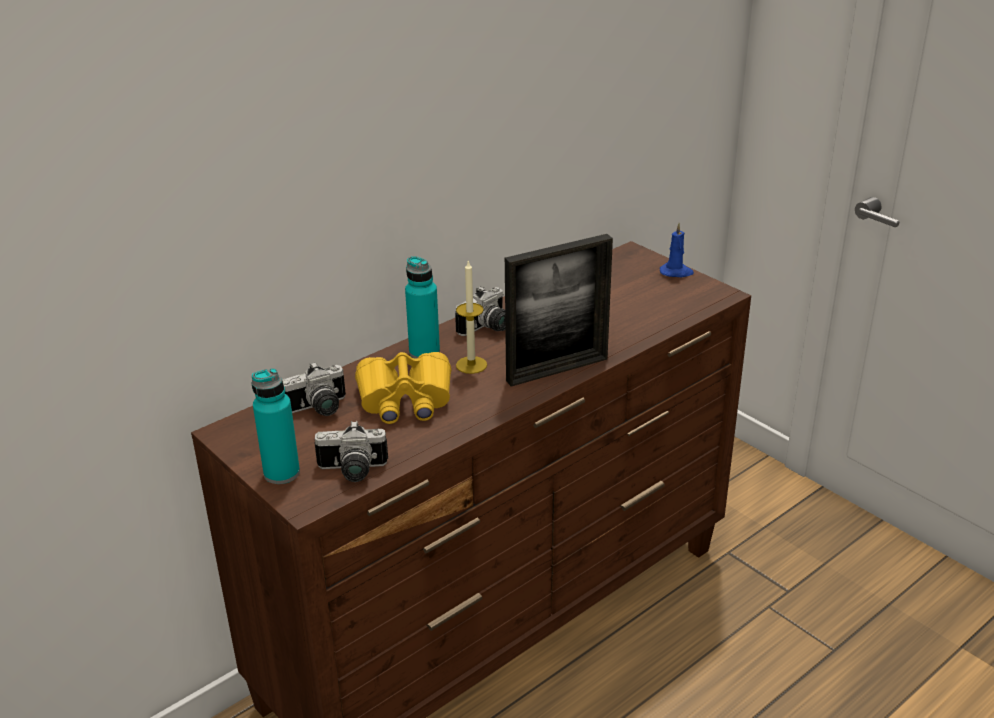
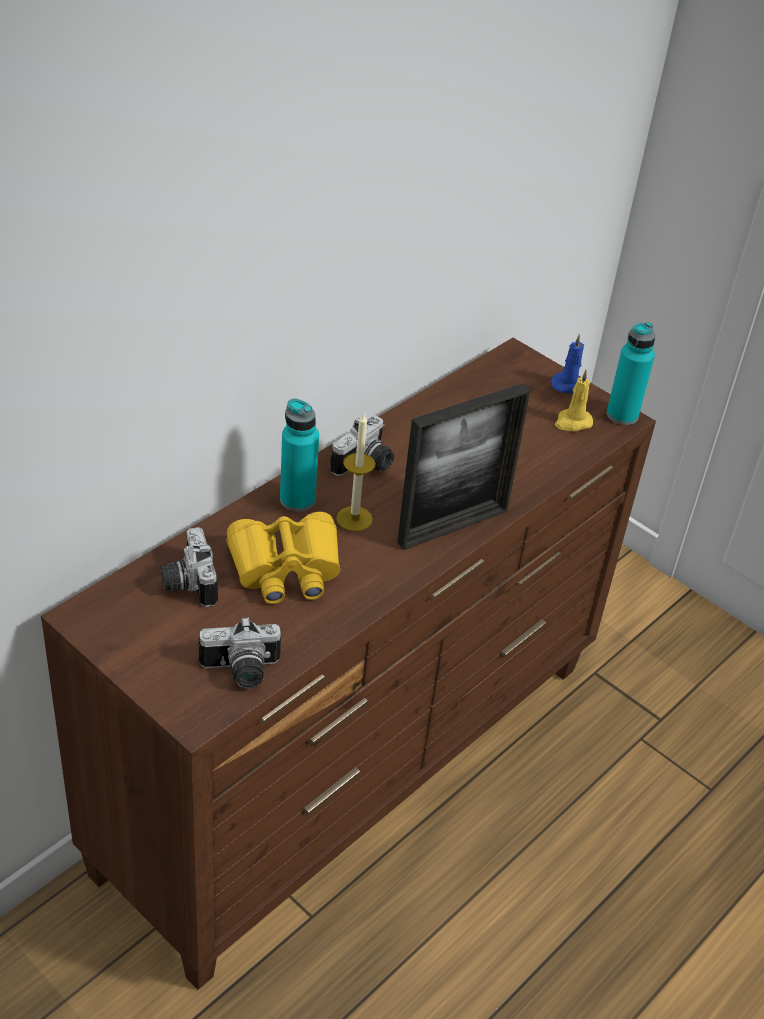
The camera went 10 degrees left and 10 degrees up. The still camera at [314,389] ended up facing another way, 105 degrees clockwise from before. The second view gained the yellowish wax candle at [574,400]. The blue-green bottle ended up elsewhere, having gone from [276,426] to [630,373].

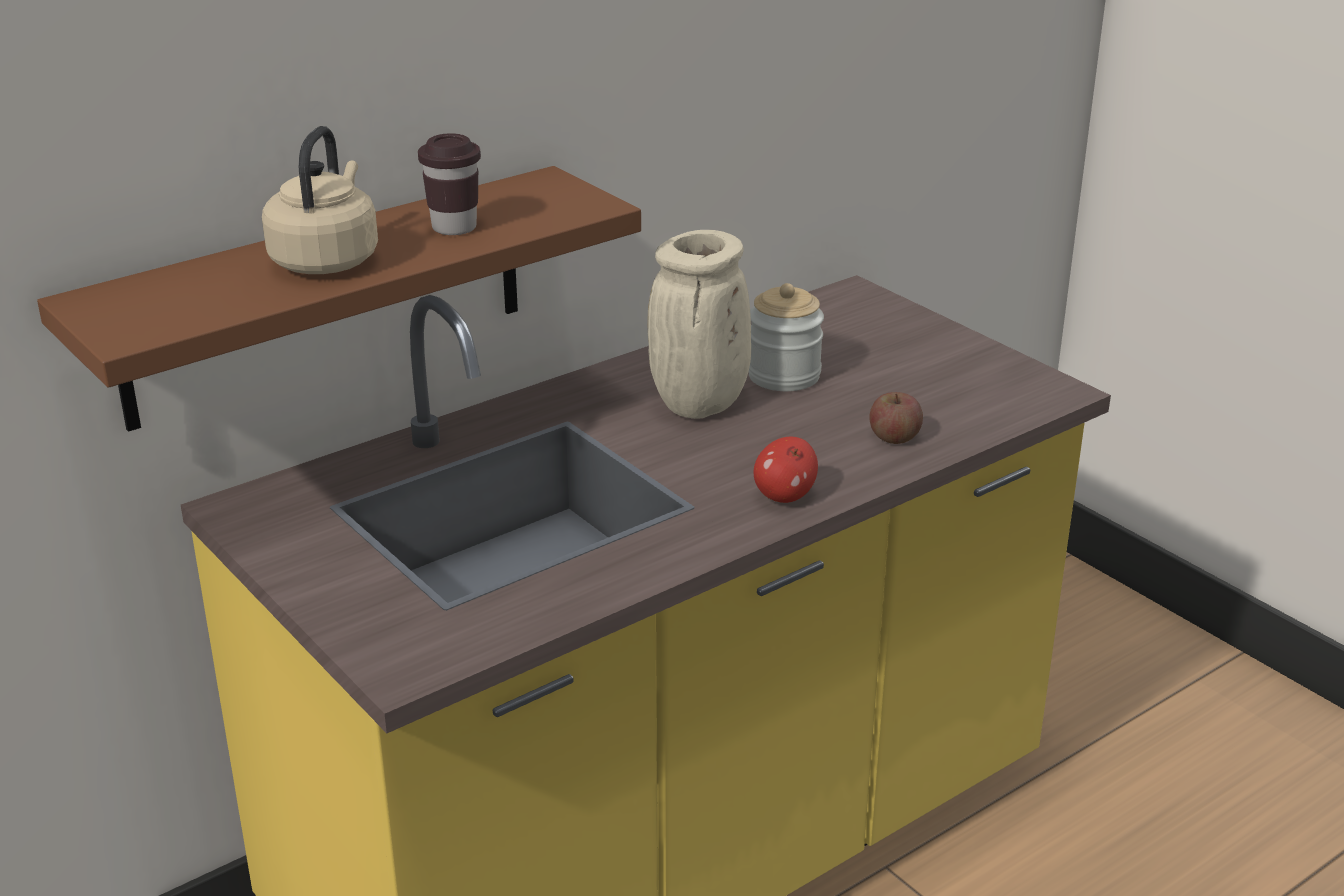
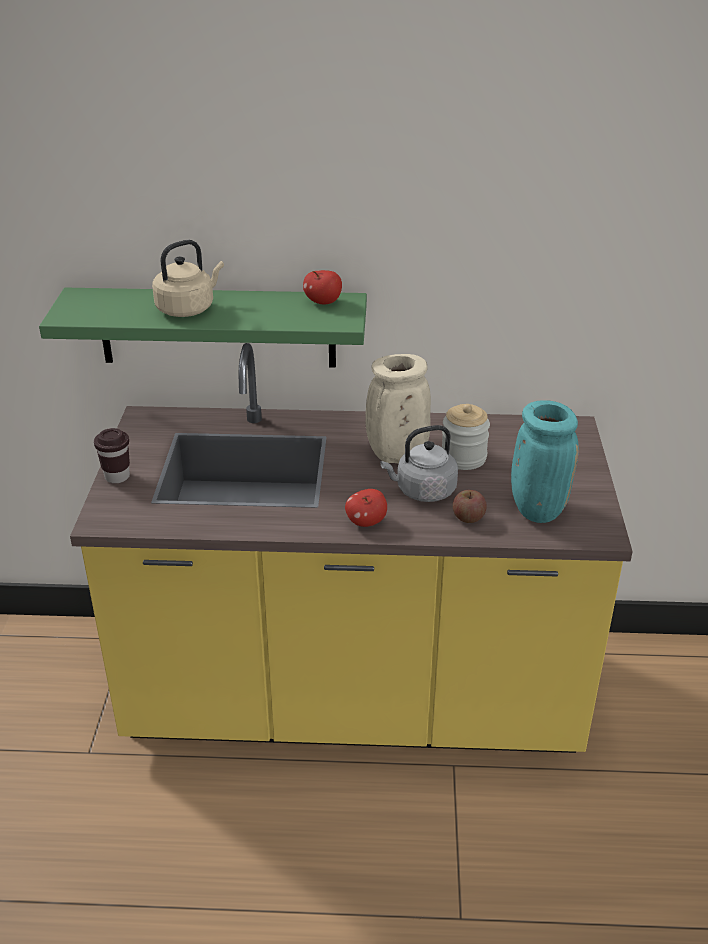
The camera went 40 degrees right and 5 degrees up. What was the brown bracket shelf at [339,299] turned into the greenish bracket shelf at [203,328]. The brown cup ended up elsewhere, having gone from [449,184] to [112,455]. The second view gained the apple at [322,287]. The second view gained the gray water kettle at [419,463]. The second view gained the blue-green vase at [545,461].

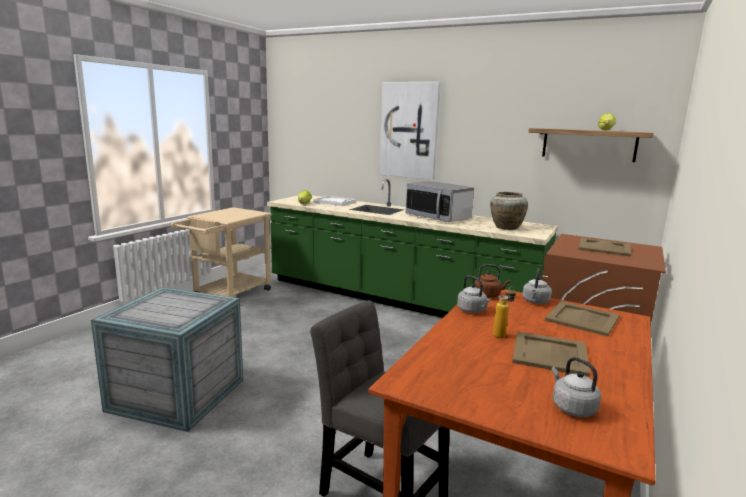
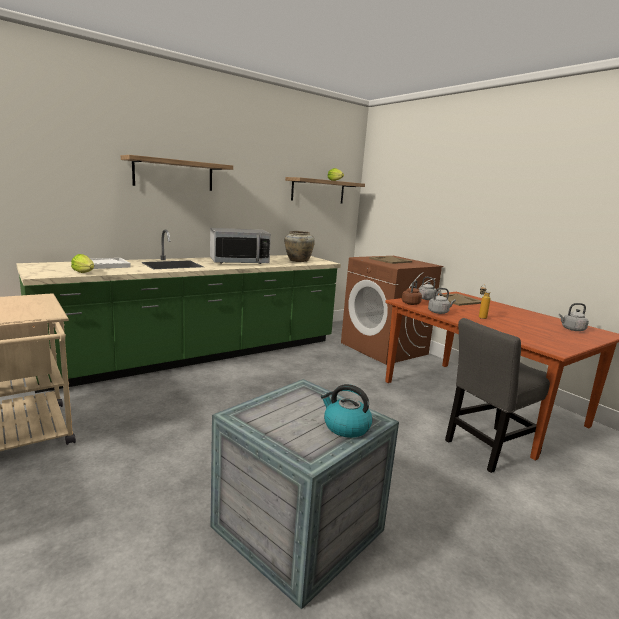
The camera went 65 degrees left and 0 degrees up. Where the wall art hung at [410,131], the bracket shelf came to hang at [177,173]. The second view gained the water kettle at [347,411]. The second view lost the sand-coloured carrying tray at [551,354].

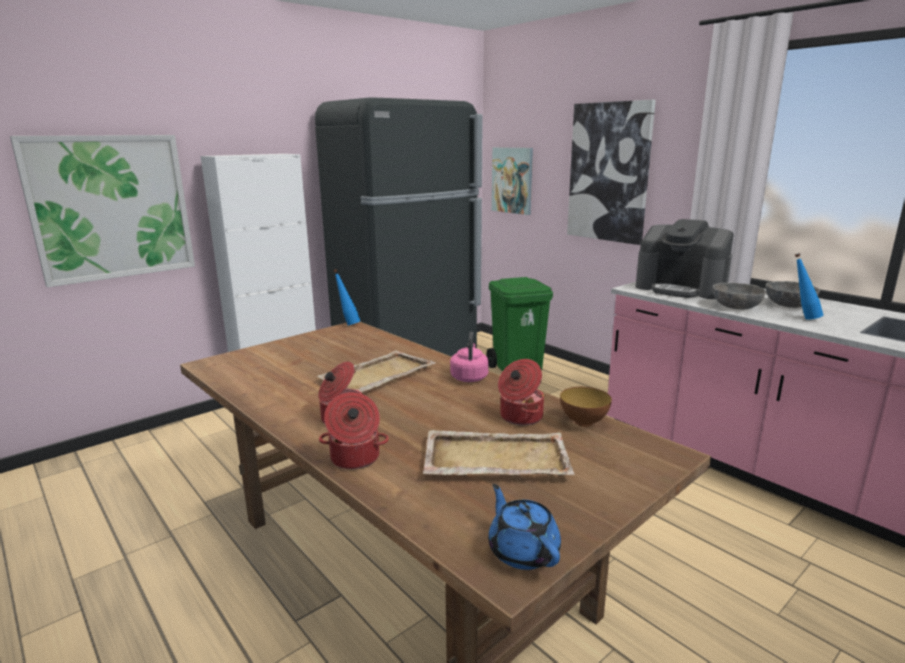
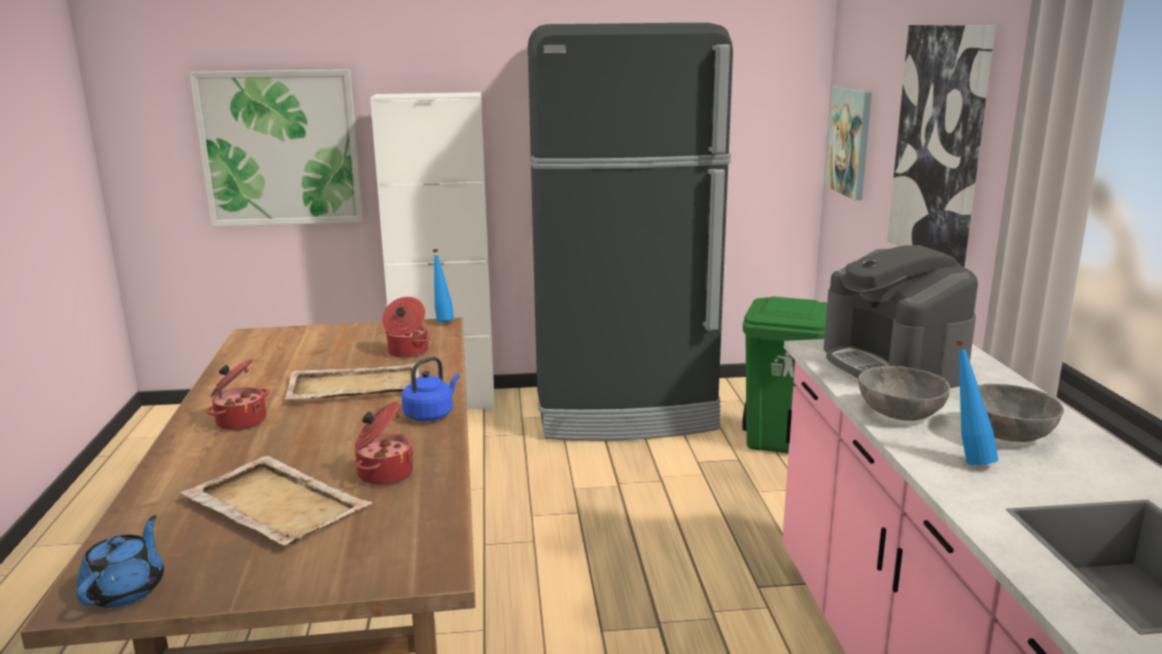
The camera went 35 degrees right and 0 degrees up. The cooking pot ended up elsewhere, having gone from [354,430] to [406,327]. What was the pink-coloured water kettle at [469,357] turned into the bluish water kettle at [430,389]. The second view lost the deep dish at [586,407].

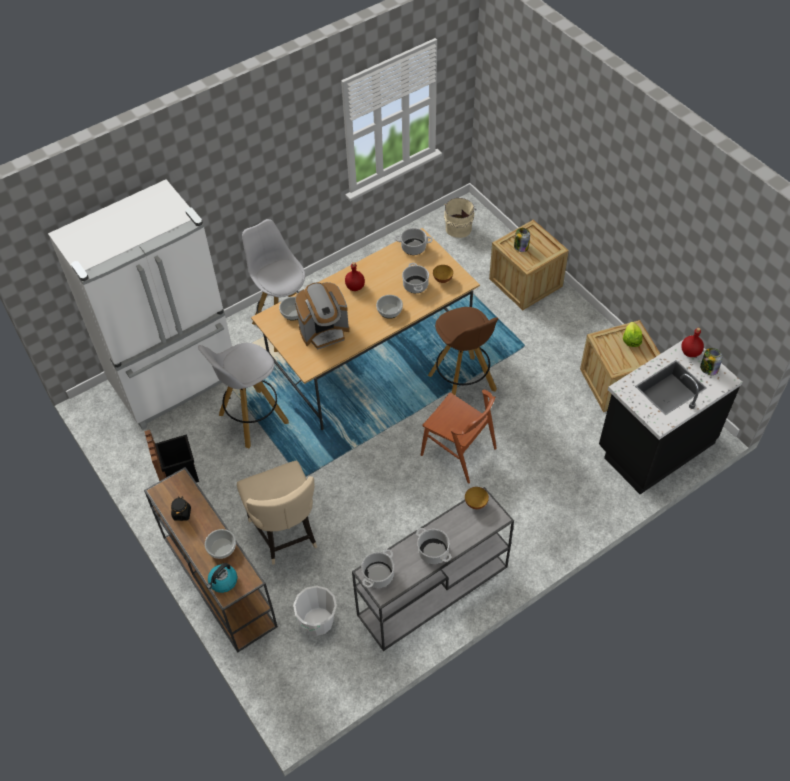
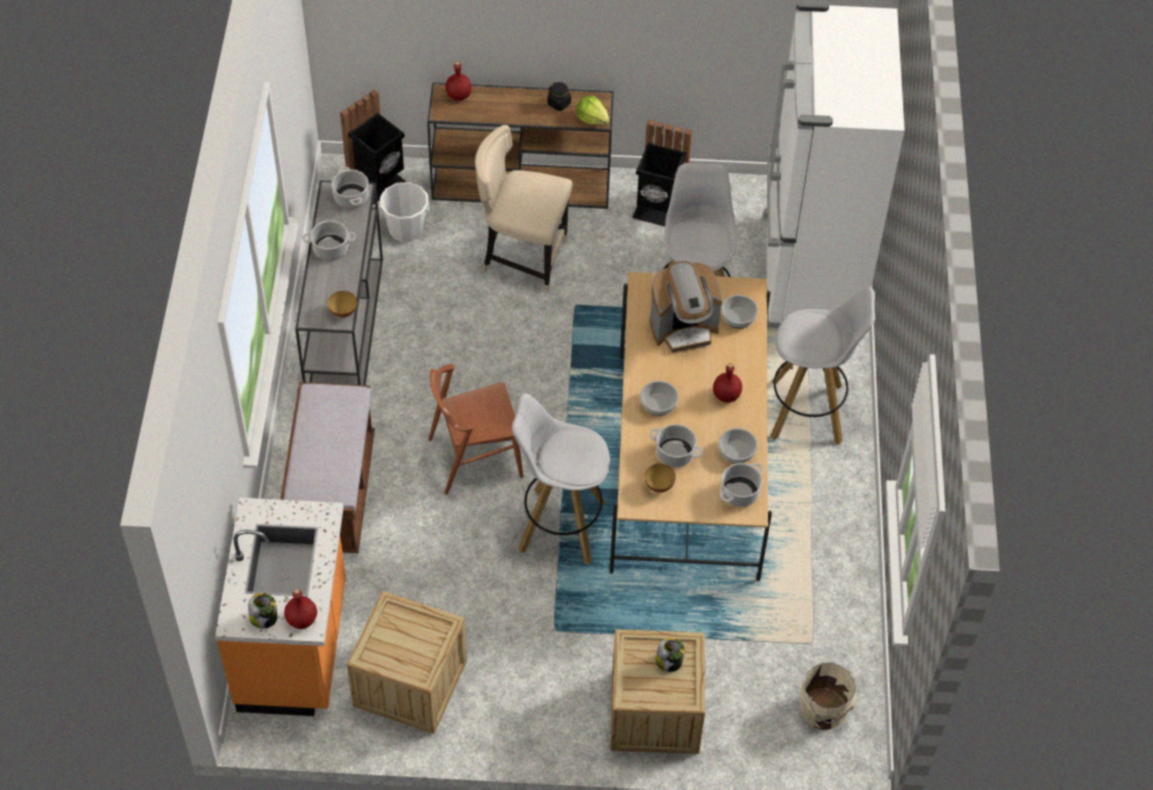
The camera went 125 degrees right and 0 degrees up. What was the black-coloured counter at [670,416] turned into the orange counter at [280,607]. The second view gained the brown bench at [327,467]. The second view gained the black-coloured rubbish bin at [373,147]. Where the water kettle stood at [222,578], the red-coloured bottle came to stand at [458,81]. What was the brown stool seat at [463,351] turned into the whitish stool seat at [561,479]. The lettuce head ended up elsewhere, having gone from [633,334] to [593,110]. The coffee machine at [322,315] ended up facing another way, 120 degrees counterclockwise from before. The deep dish ended up elsewhere, having gone from [220,544] to [738,446].

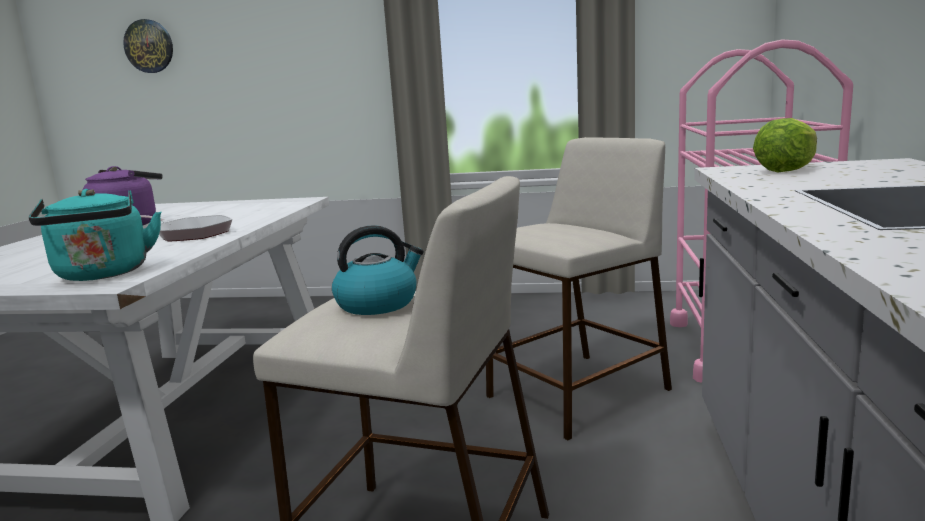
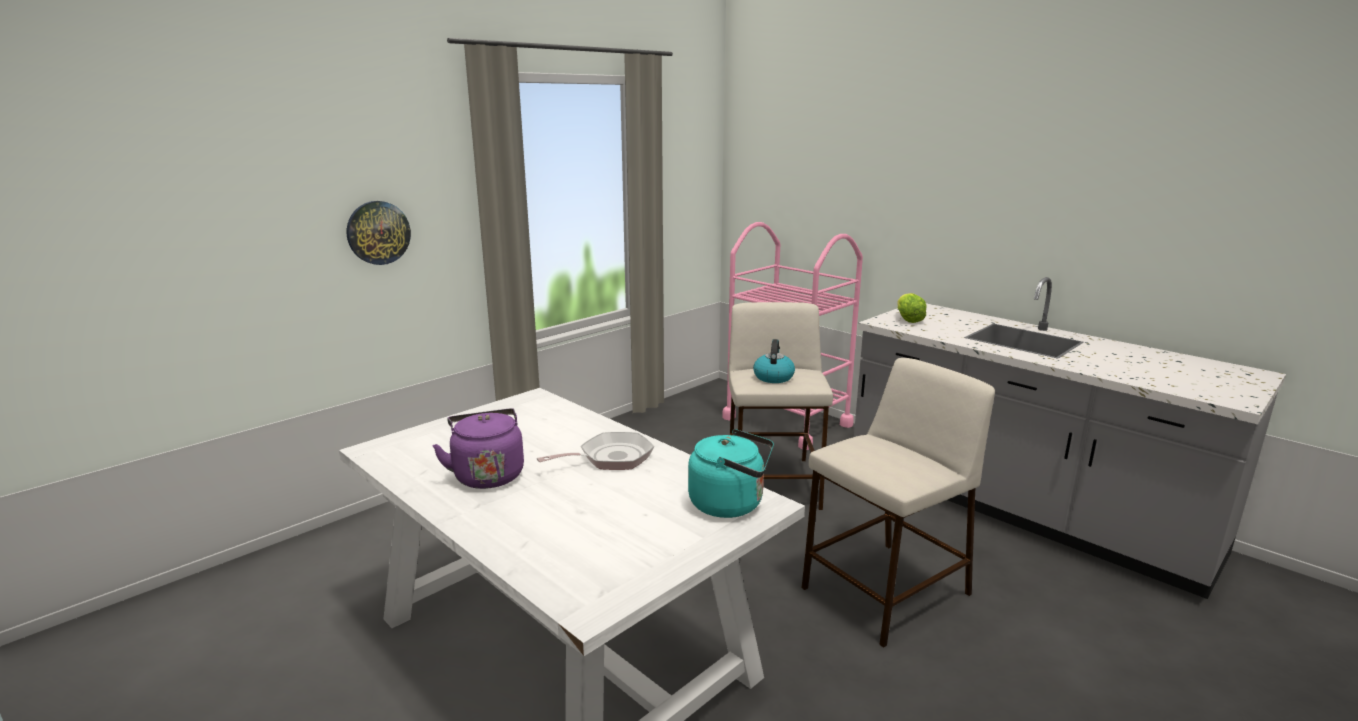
The camera went 55 degrees left and 5 degrees up. The clock on the wall ended up elsewhere, having gone from [148,46] to [378,233]. The water kettle ended up elsewhere, having gone from [378,270] to [774,361].

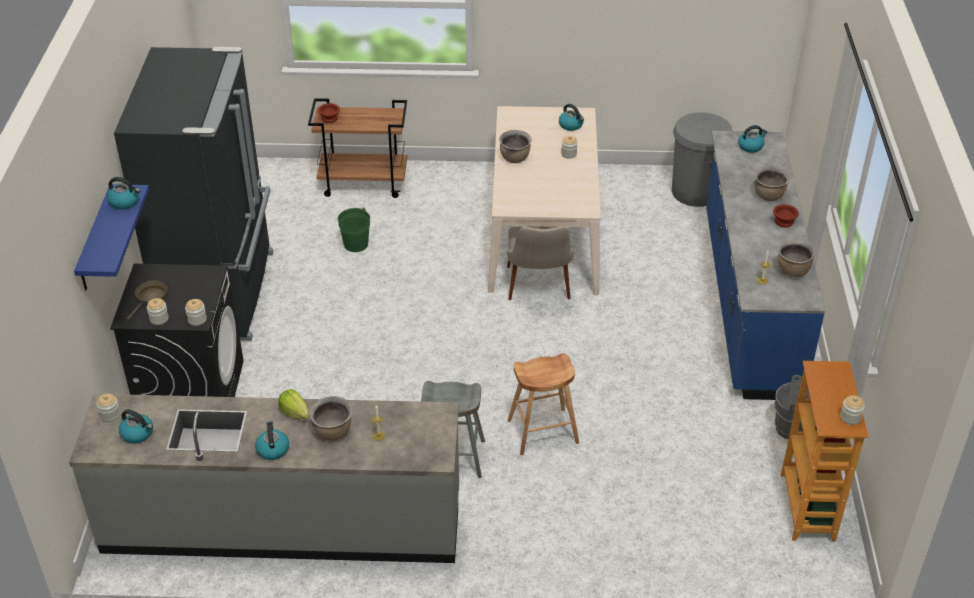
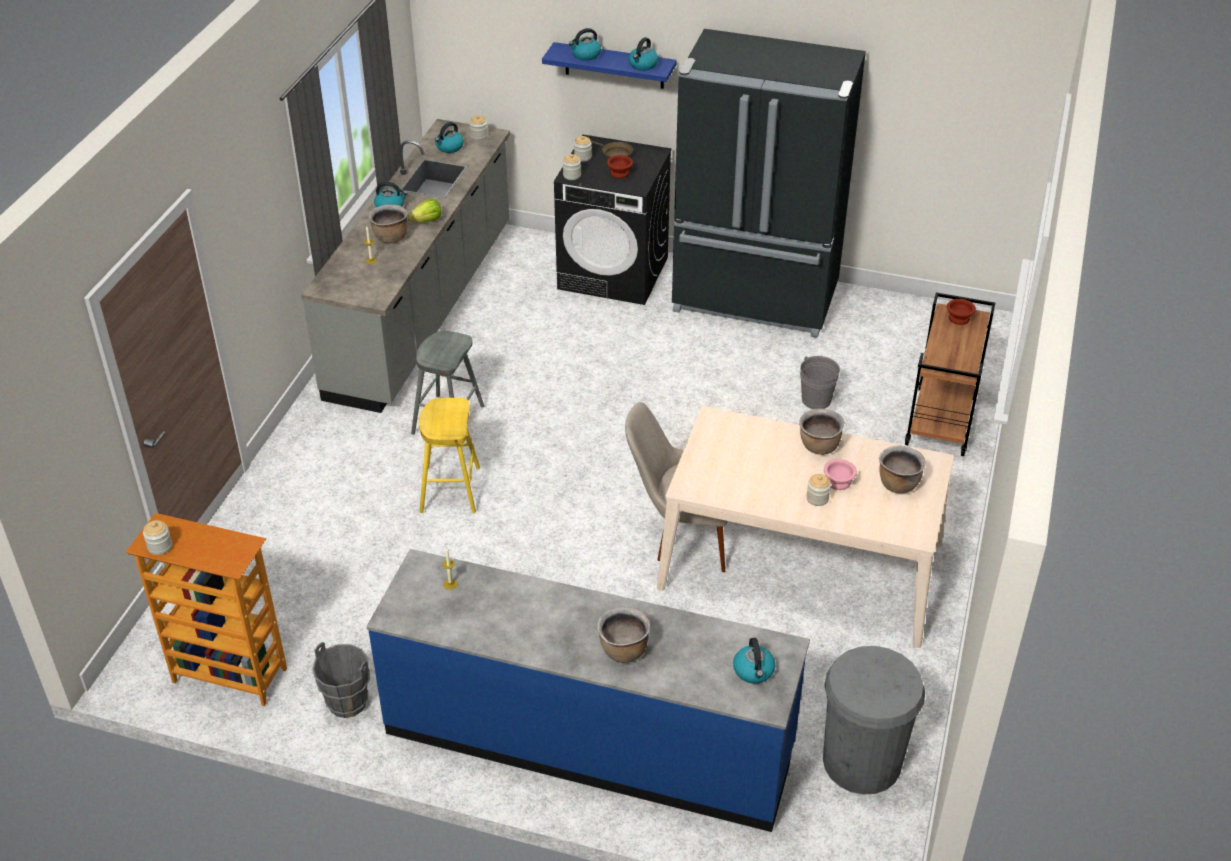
The camera went 105 degrees right and 0 degrees up. What was the brown stool seat at [543,404] turned into the yellowish stool seat at [449,455]. The water kettle ended up elsewhere, having gone from [571,117] to [585,44]. The brown deep dish ended up elsewhere, having gone from [786,215] to [620,166]. What was the greenish pail at [354,230] turned into the gray pail at [820,382]. The second view gained the pink-coloured deep dish at [840,474]. The brown cooking pot ended up elsewhere, having gone from [797,258] to [902,469].

